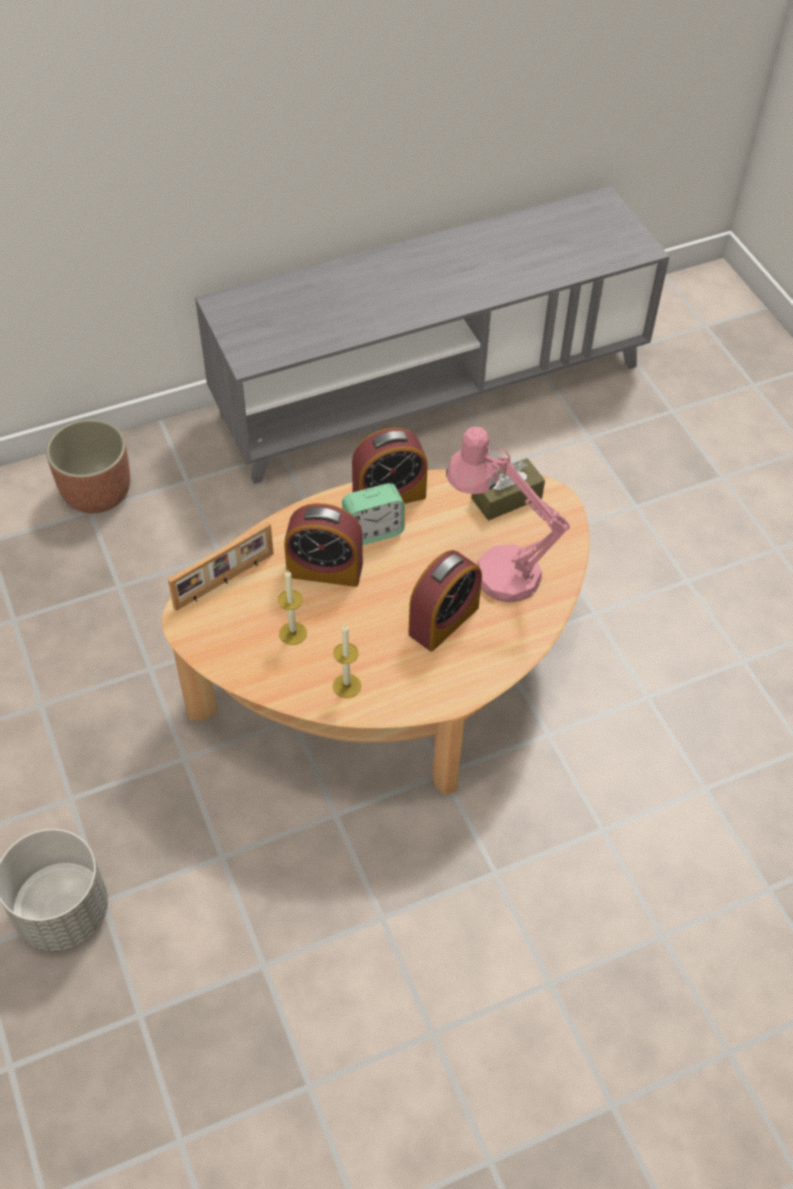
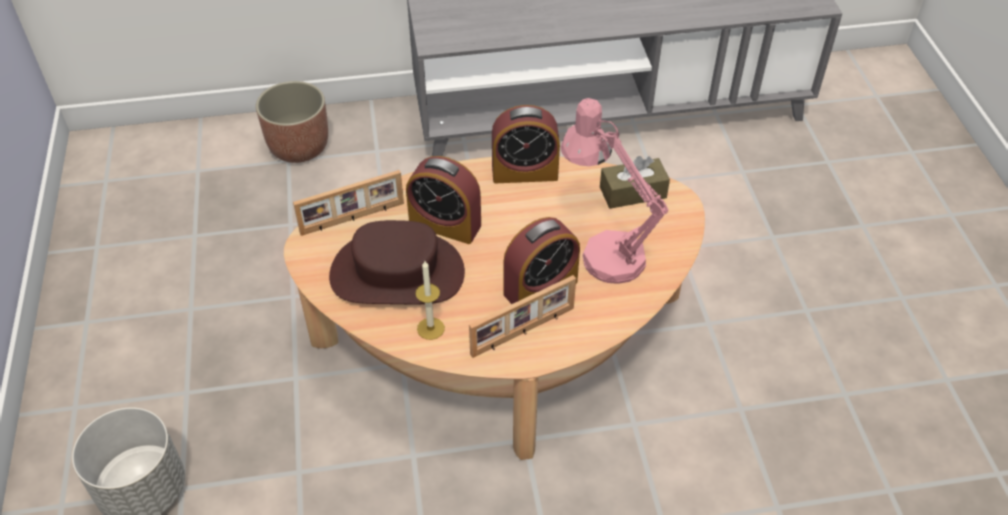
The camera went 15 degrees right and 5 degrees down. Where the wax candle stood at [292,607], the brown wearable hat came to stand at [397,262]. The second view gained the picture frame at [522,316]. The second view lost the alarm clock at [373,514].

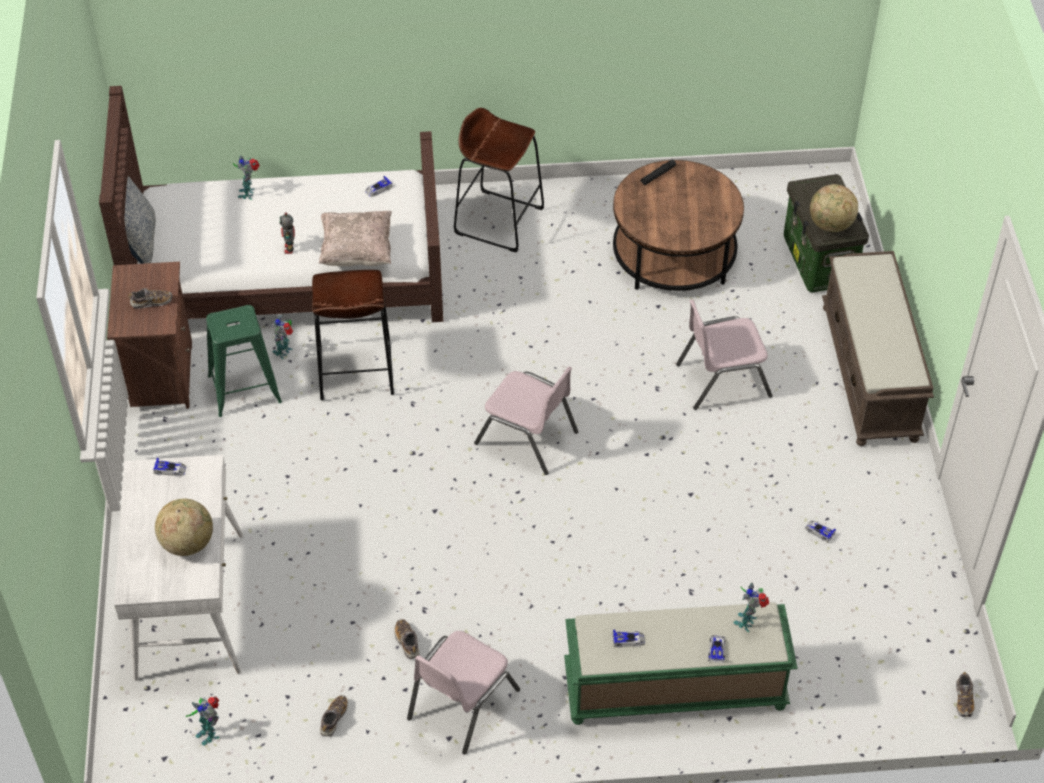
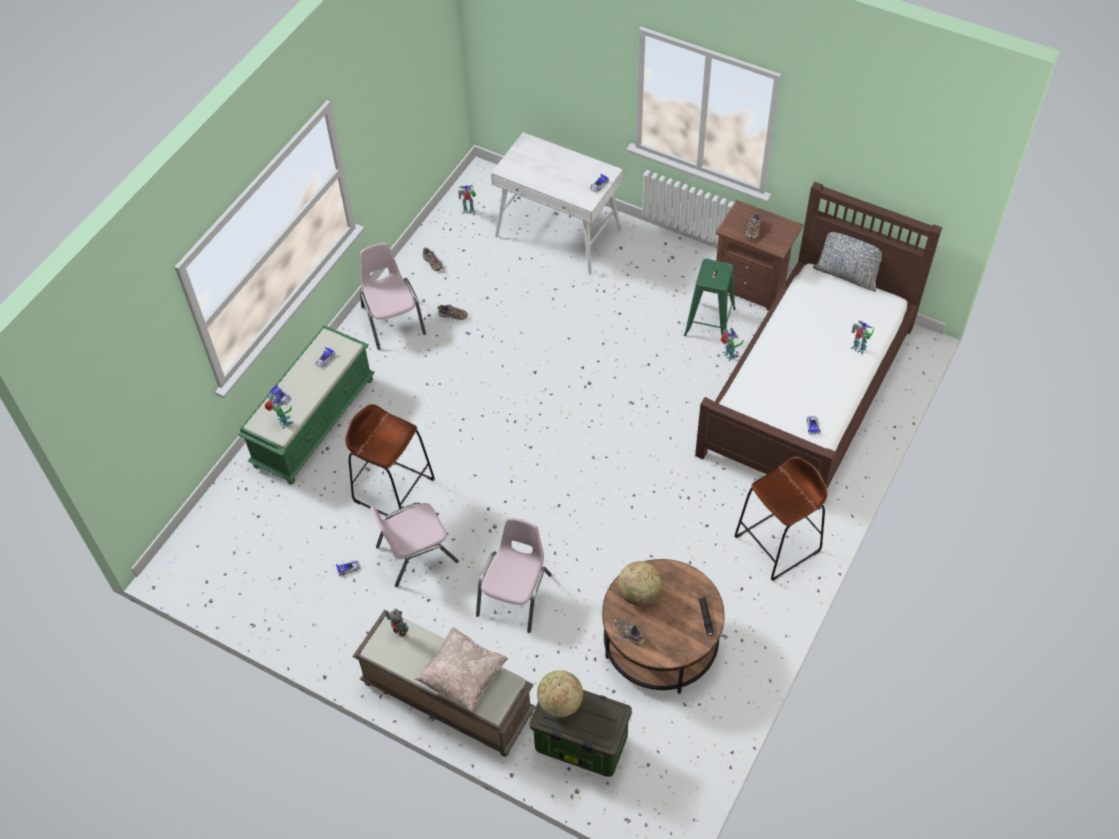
The camera went 125 degrees right and 5 degrees up. The brown stool seat ended up elsewhere, having gone from [353,335] to [390,460]. The pink-coloured upright chair ended up elsewhere, having gone from [526,421] to [414,545]. The toy robot ended up elsewhere, having gone from [287,233] to [397,623]. The sand-coloured pillow ended up elsewhere, having gone from [355,238] to [461,669]. The low shoe ended up elsewhere, having gone from [965,694] to [629,632]. The world globe ended up elsewhere, having gone from [184,527] to [640,583].

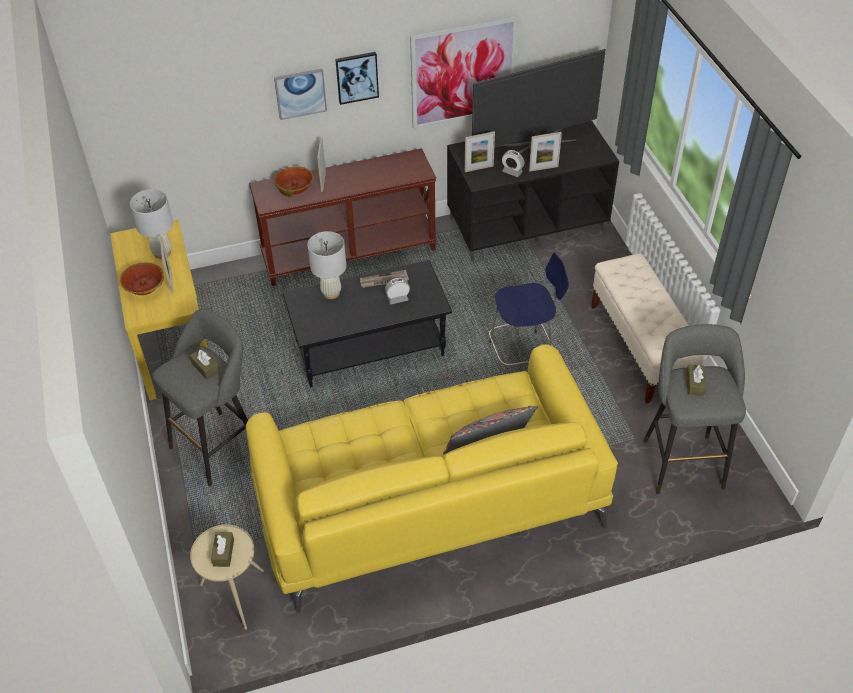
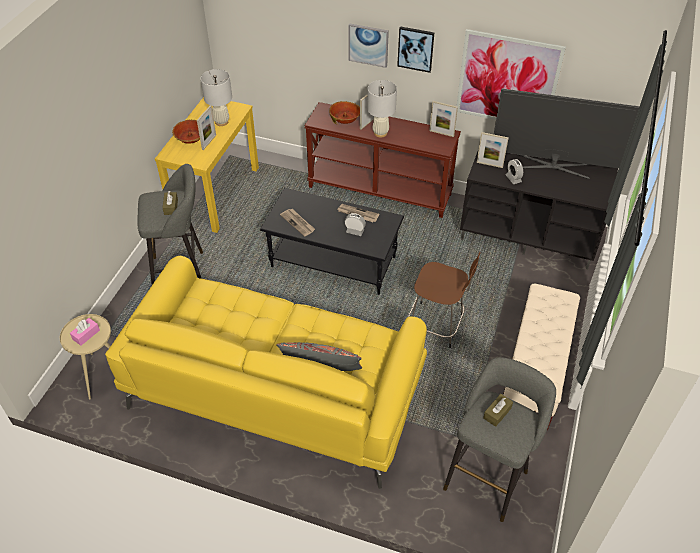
The camera went 35 degrees right and 0 degrees up. What was the brown box of tissues at [222,549] turned into the pink-coloured box of tissues at [85,332]. The second view gained the newspaper at [297,222]. The whitish tabletop lamp ended up elsewhere, having gone from [326,265] to [382,109]. What was the bluish stool seat at [529,313] turned into the brown stool seat at [444,300]. The picture frame ended up elsewhere, having gone from [545,152] to [443,119].

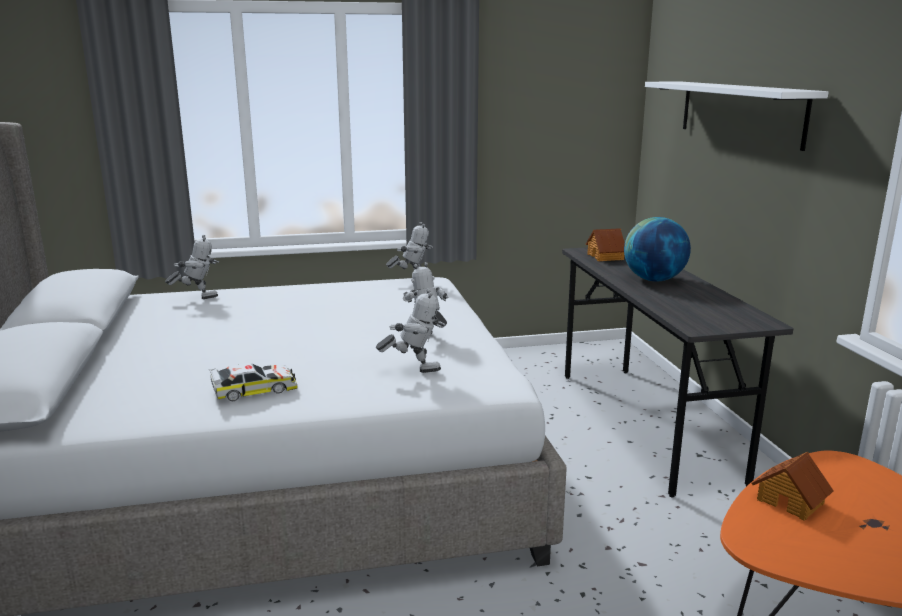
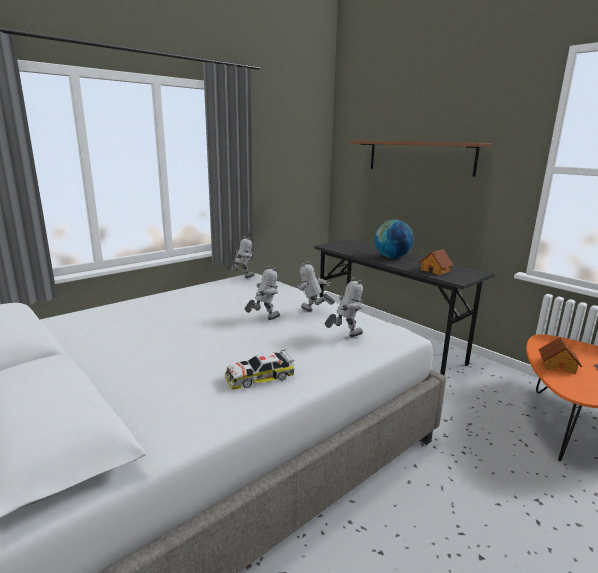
The camera went 30 degrees left and 0 degrees up. The miniature car at [253,382] ended up facing another way, 150 degrees counterclockwise from before. The toy robot ended up elsewhere, having gone from [192,267] to [262,293]. What was the whitish bracket shelf at [736,116] turned into the brown bracket shelf at [421,158]. The miniature house ended up elsewhere, having gone from [605,244] to [436,262].

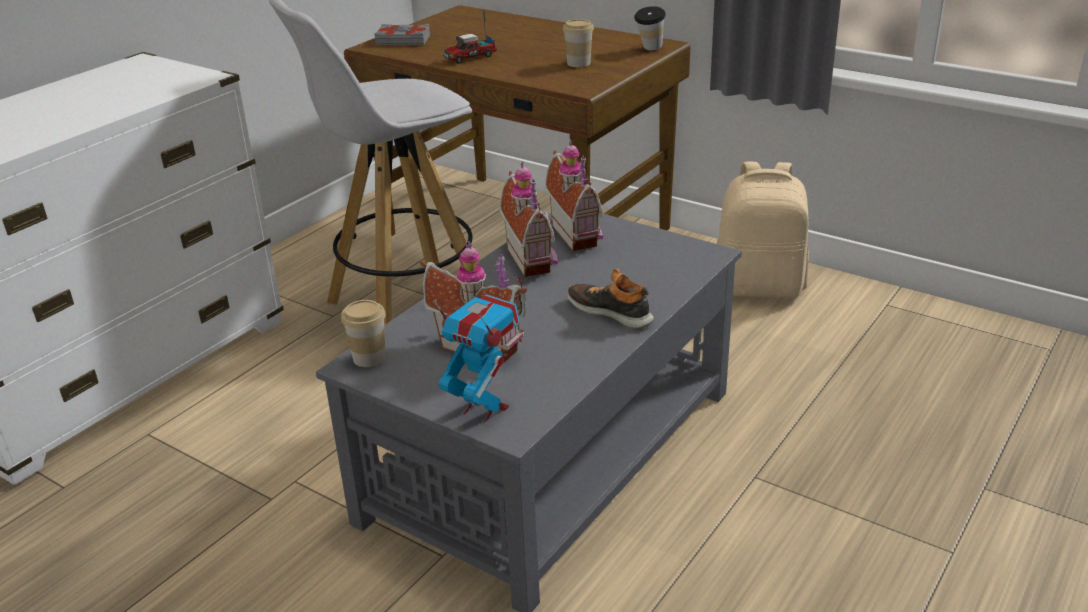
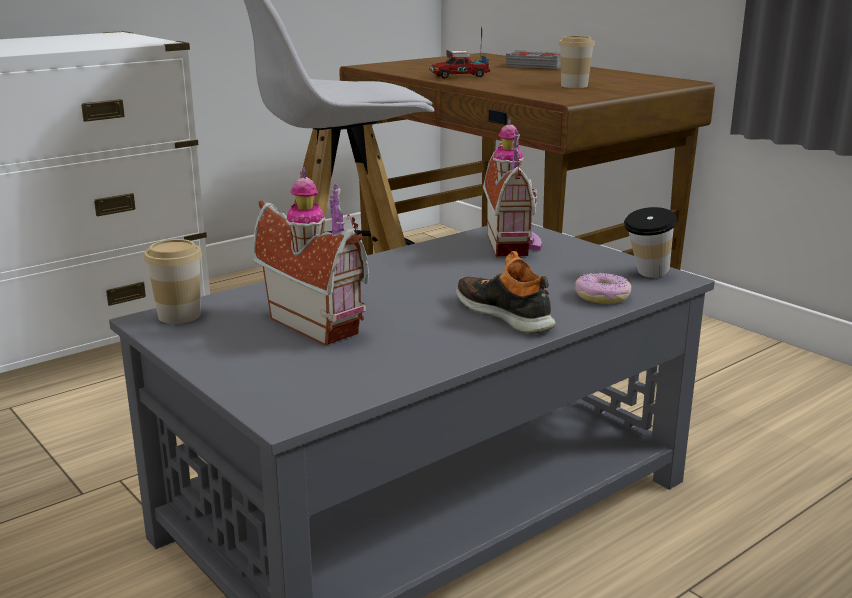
The camera went 15 degrees right and 10 degrees down. The gray bound book ended up elsewhere, having gone from [402,34] to [533,59]. The second view gained the donut at [603,288]. The cup ended up elsewhere, having gone from [650,28] to [650,242]. The second view lost the toy robot at [476,358]. The second view lost the miniature house at [529,219]. The second view lost the sand-coloured knapsack at [763,230].

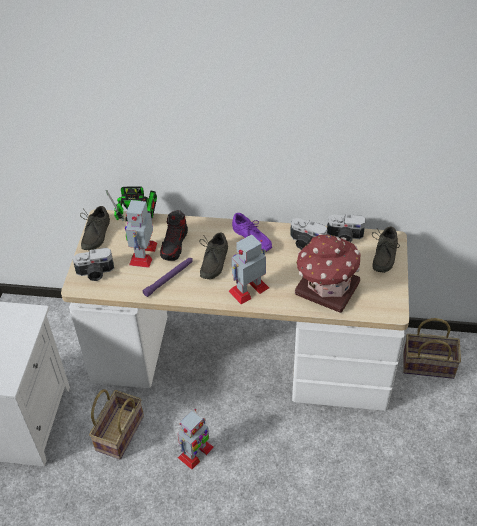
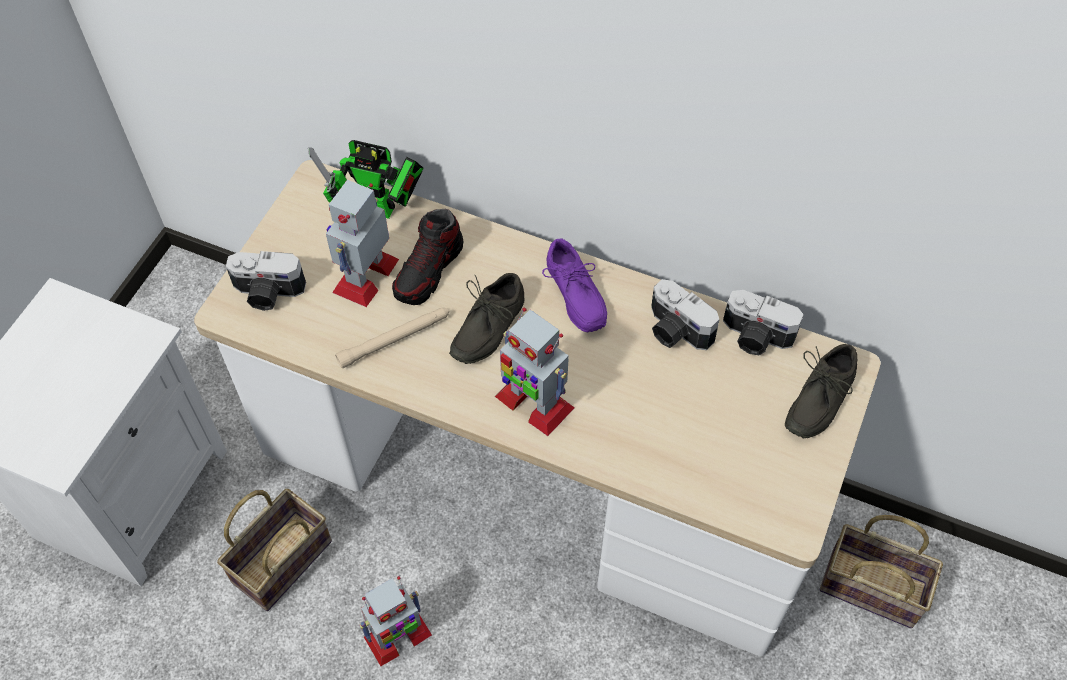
The camera went 15 degrees right and 10 degrees up. What was the purplish flashlight at [168,277] turned into the sand-coloured flashlight at [392,338]. The toy robot at [248,269] ended up facing another way, 120 degrees counterclockwise from before. The second view lost the gray low shoe at [95,228]. The second view lost the miniature house at [327,273].

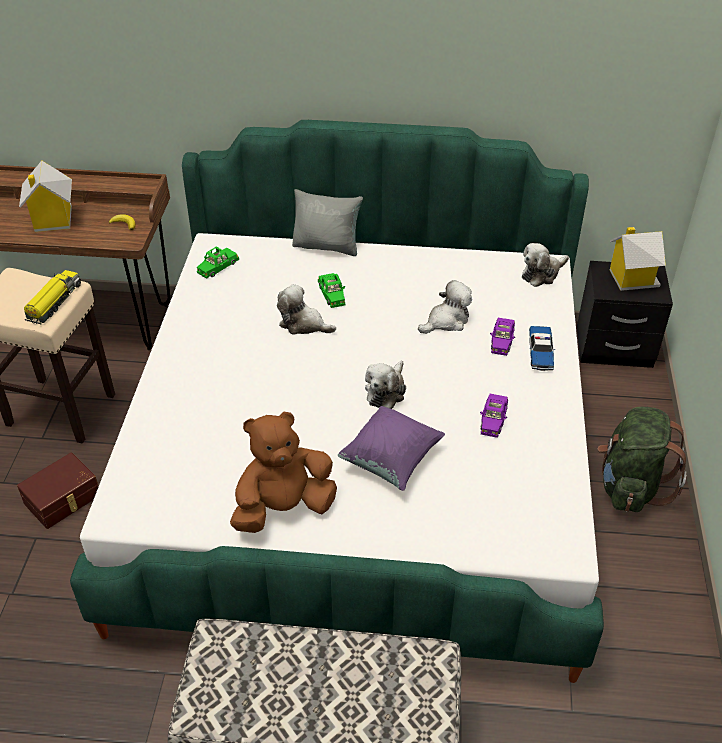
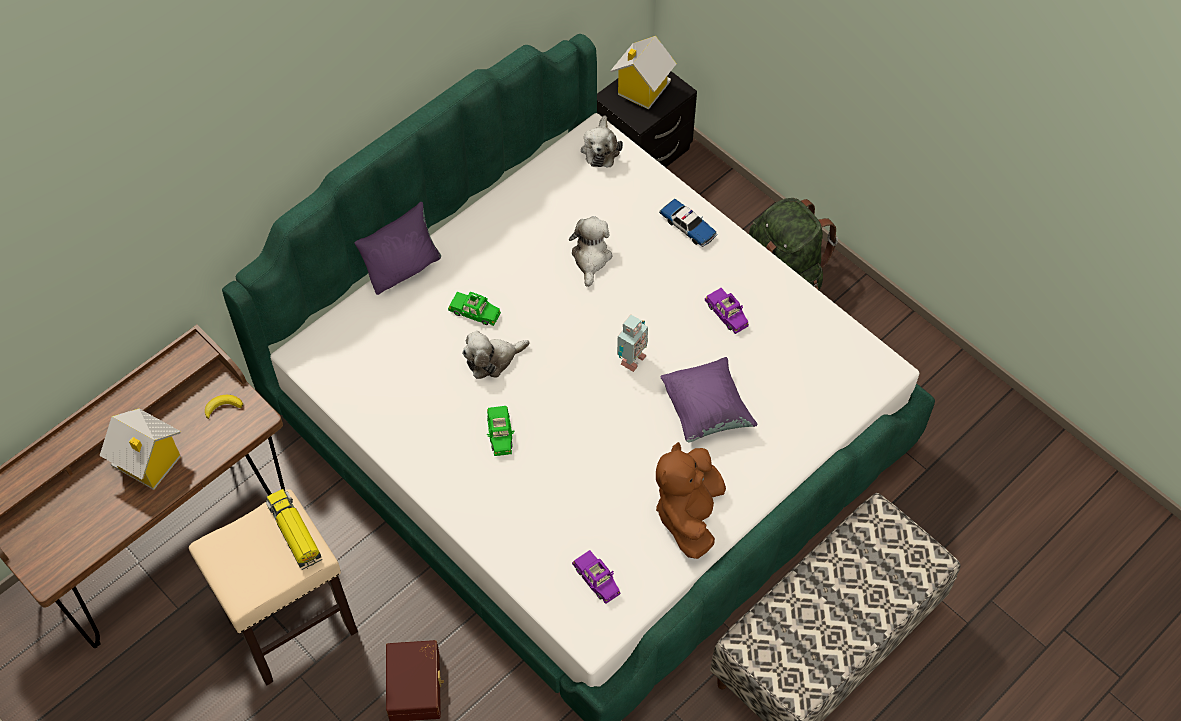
The camera went 50 degrees left and 15 degrees up. What was the gray pillow at [327,222] turned into the purplish pillow at [397,248]. The greenish miniature car ended up elsewhere, having gone from [218,262] to [500,431]. The purplish miniature car ended up elsewhere, having gone from [502,337] to [596,577]. Where the plush toy stood at [385,385], the toy robot came to stand at [632,343].

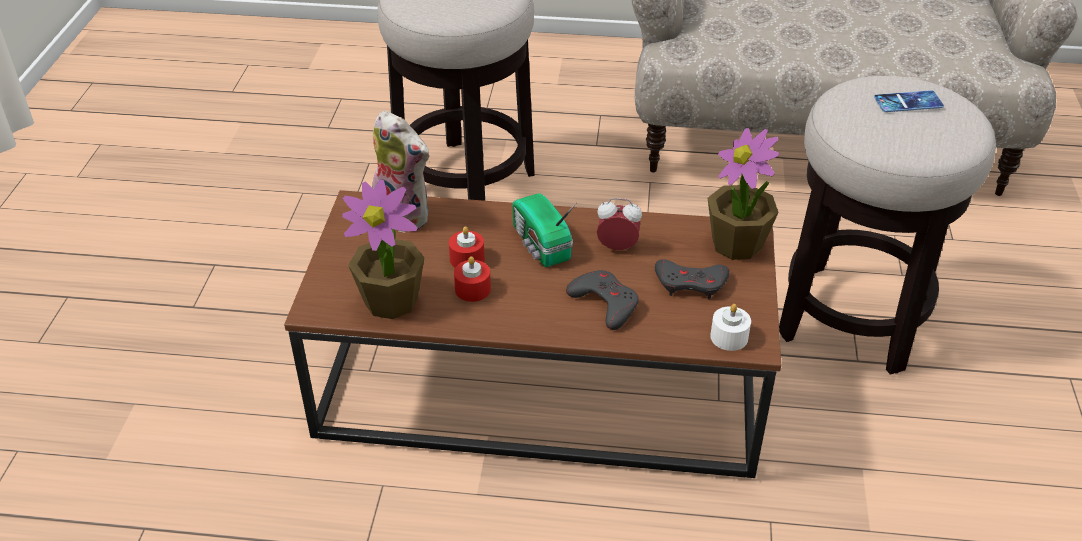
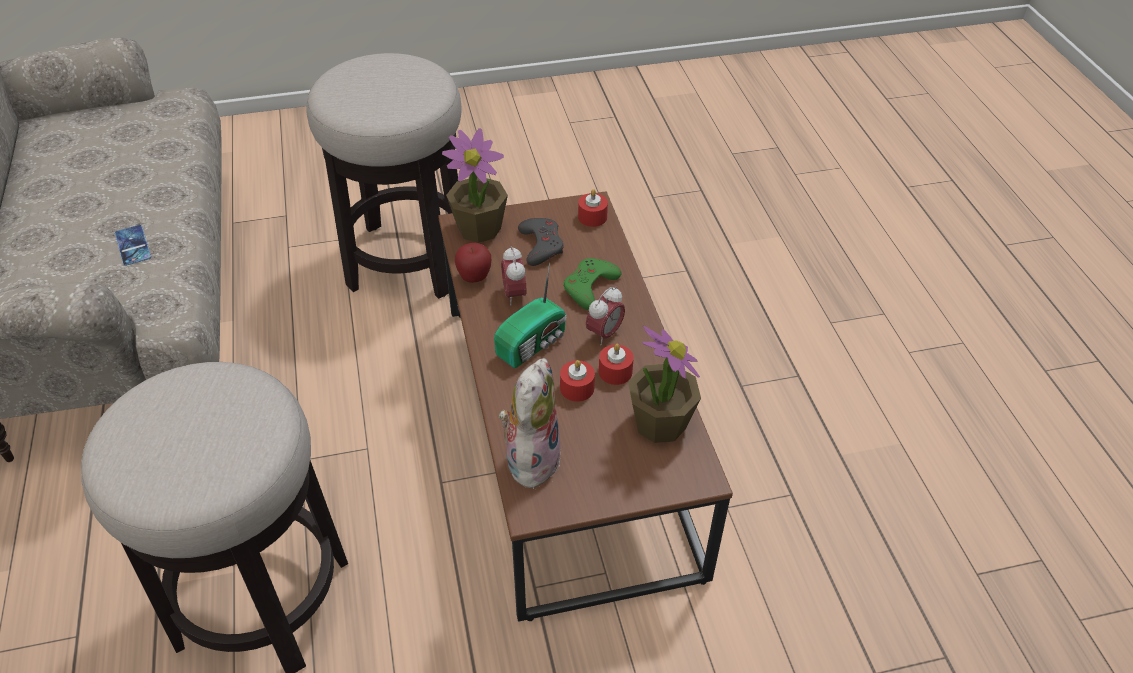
The camera went 110 degrees left and 5 degrees up. The phone ended up elsewhere, having gone from [909,101] to [133,245]. The second view gained the apple at [473,263]. What was the gray game controller at [602,300] turned into the greenish game controller at [592,284]. What was the whitish wax candle at [730,327] turned into the red-coloured wax candle at [593,208]. The second view gained the alarm clock at [605,316].

